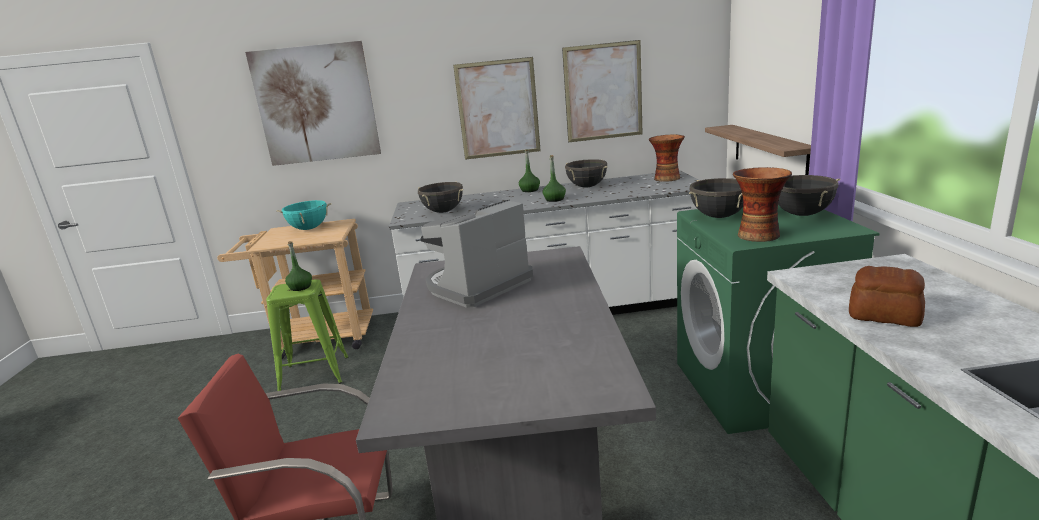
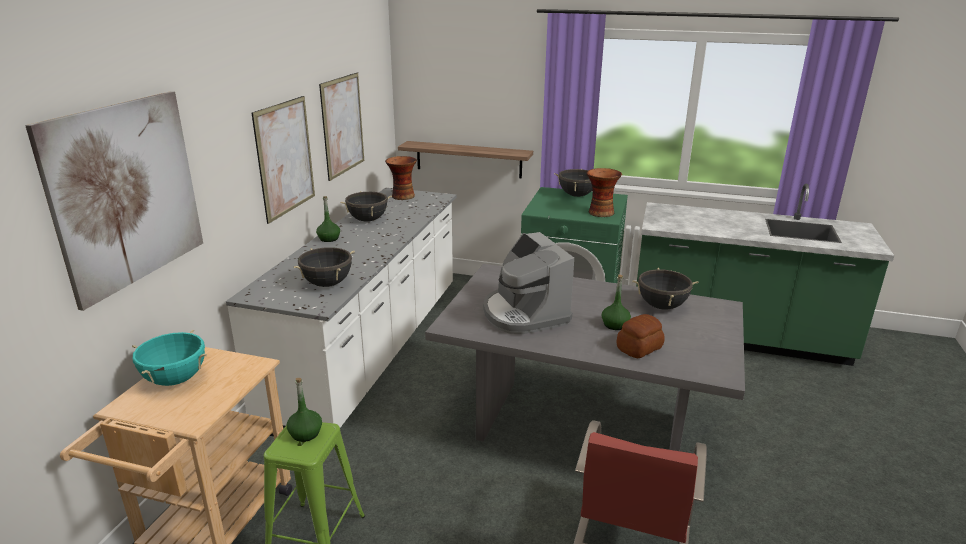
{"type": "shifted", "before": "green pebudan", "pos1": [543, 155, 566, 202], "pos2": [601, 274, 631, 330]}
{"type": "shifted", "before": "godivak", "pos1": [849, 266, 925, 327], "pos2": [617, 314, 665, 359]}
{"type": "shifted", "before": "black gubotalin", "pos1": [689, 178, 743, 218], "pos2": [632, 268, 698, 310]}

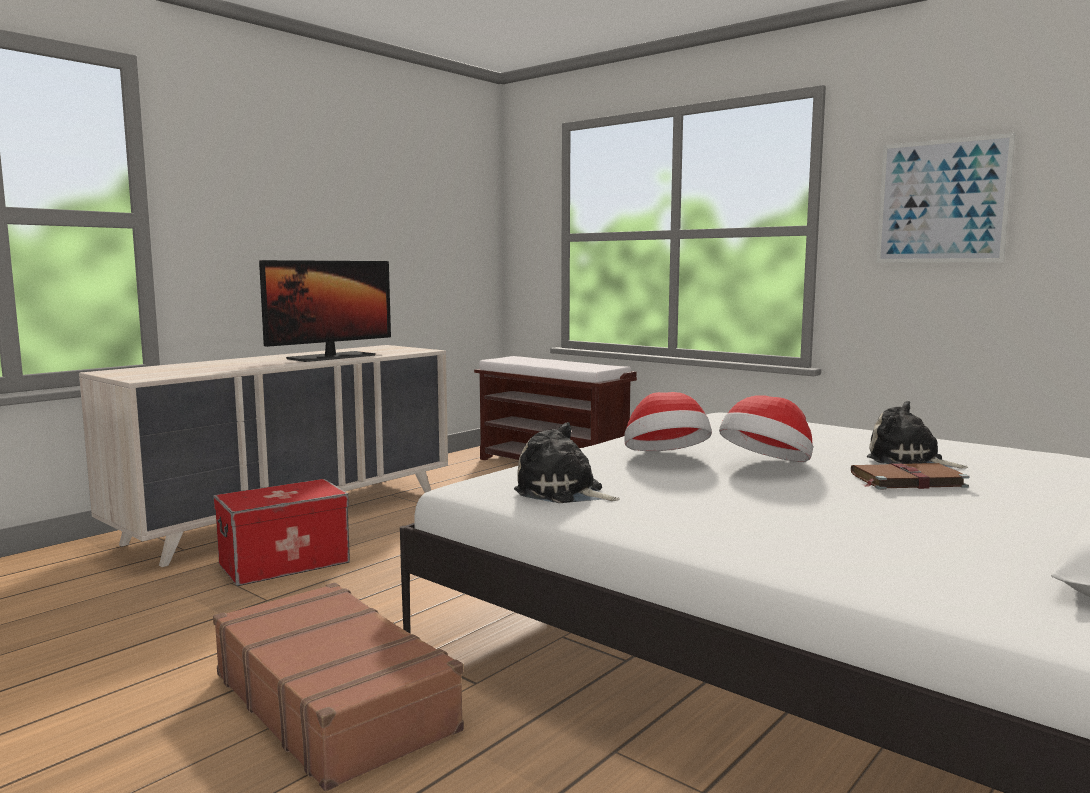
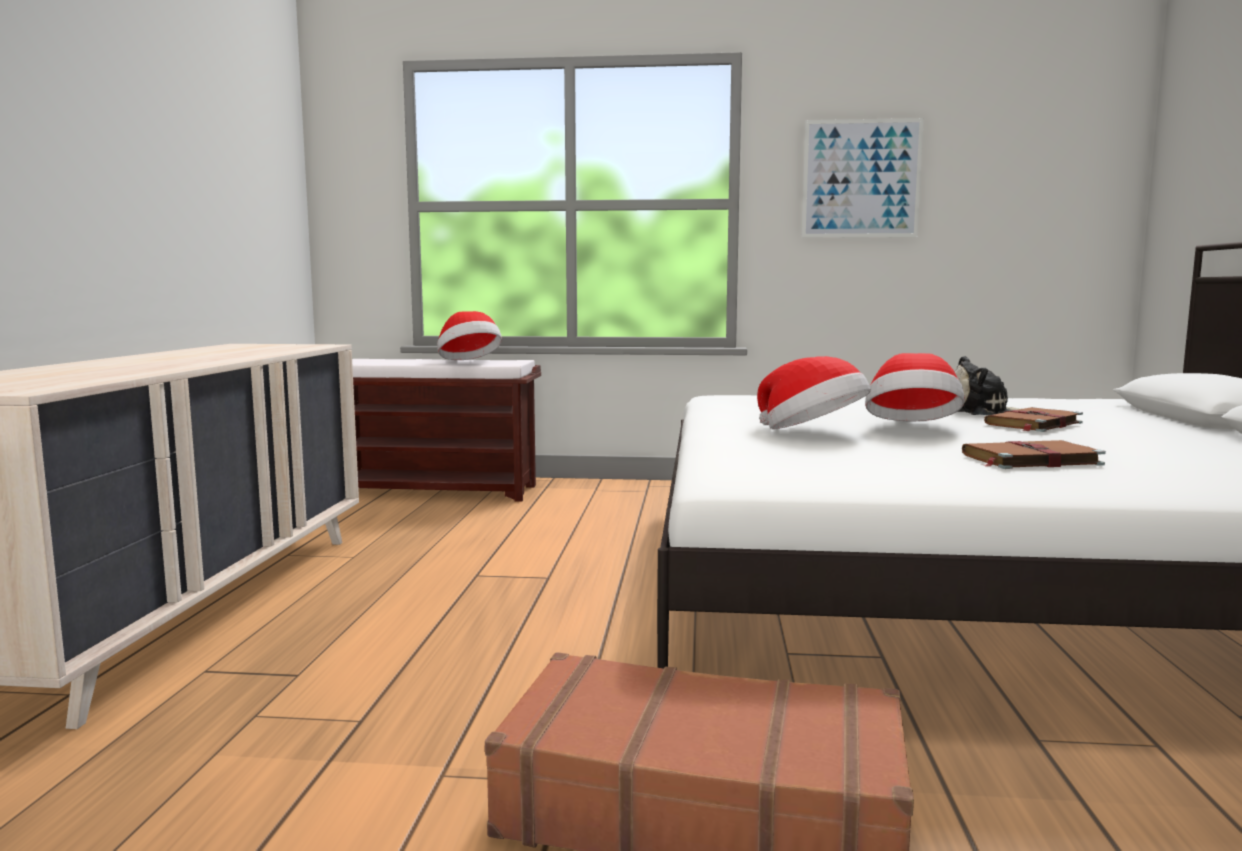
{"type": "new", "after": "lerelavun", "pos2": [437, 311, 502, 360]}
{"type": "new", "after": "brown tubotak", "pos2": [962, 440, 1106, 469]}
{"type": "gone", "before": "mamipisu", "pos1": [214, 479, 350, 586]}
{"type": "gone", "before": "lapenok", "pos1": [259, 260, 391, 362]}
{"type": "gone", "before": "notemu", "pos1": [514, 422, 620, 503]}

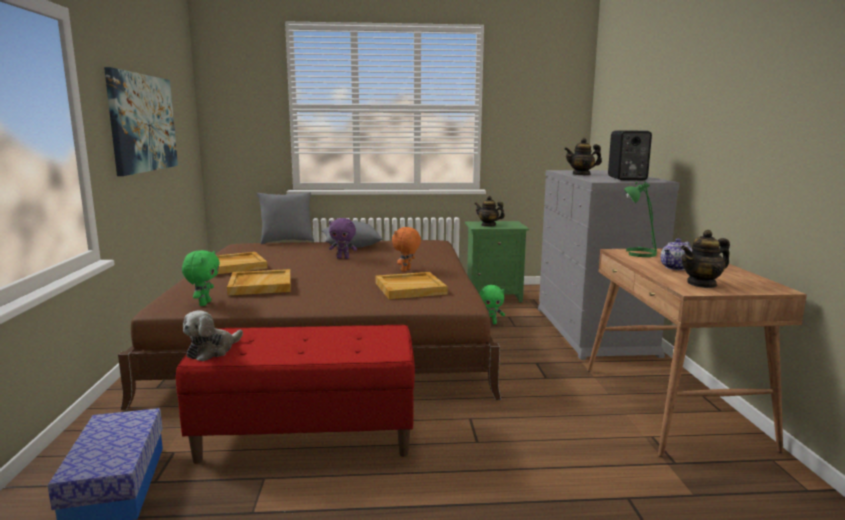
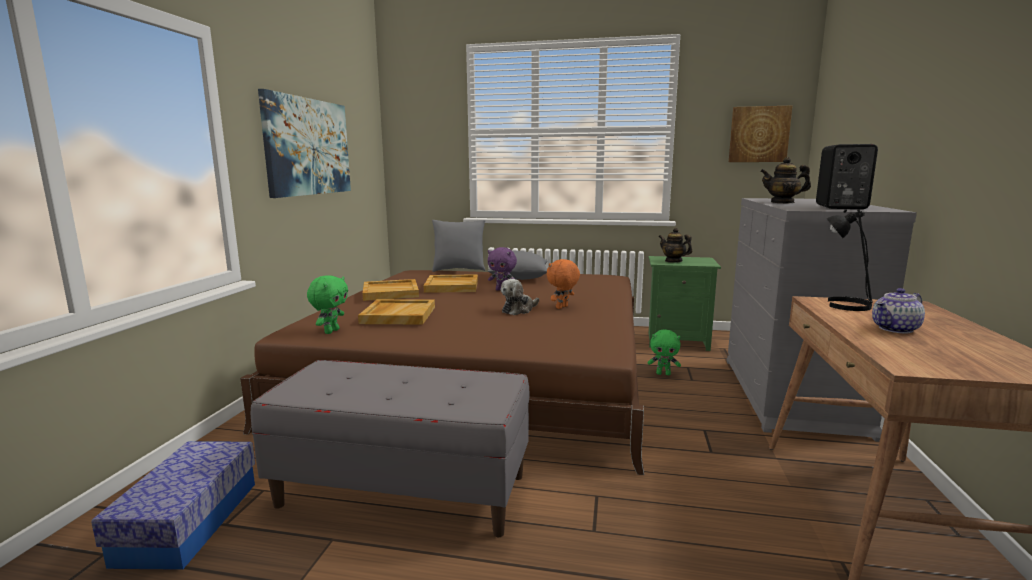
{"type": "repainted", "before": "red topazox", "after": "grey topazox", "pos1": [176, 325, 415, 464], "pos2": [251, 360, 529, 537]}
{"type": "shifted", "before": "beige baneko", "pos1": [376, 272, 448, 299], "pos2": [423, 274, 478, 293]}
{"type": "shifted", "before": "notemu", "pos1": [183, 310, 243, 361], "pos2": [501, 279, 539, 315]}
{"type": "new", "after": "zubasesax", "pos2": [729, 106, 792, 162]}
{"type": "repainted", "before": "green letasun", "after": "black letasun", "pos1": [624, 182, 657, 257], "pos2": [827, 209, 873, 311]}
{"type": "gone", "before": "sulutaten", "pos1": [681, 230, 730, 288]}

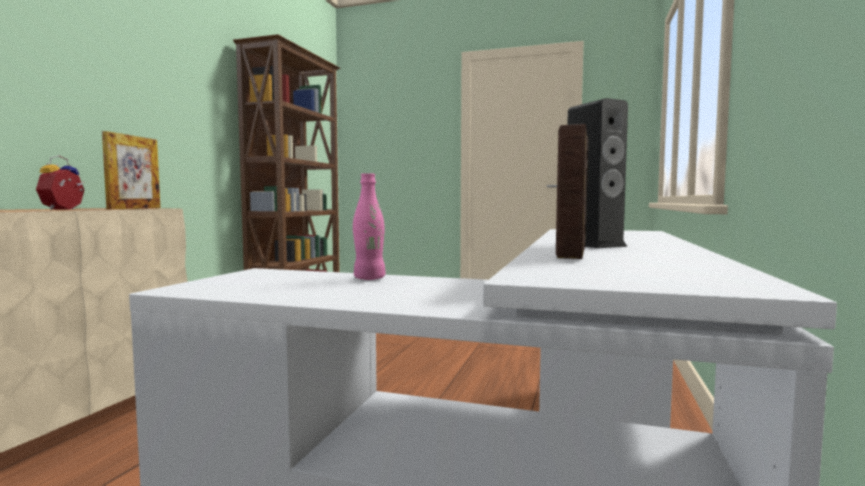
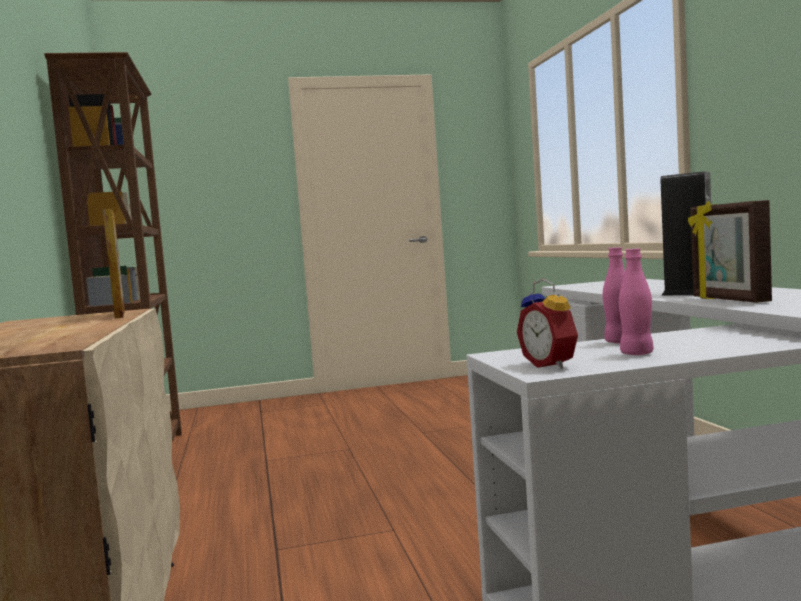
{"type": "shifted", "before": "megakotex", "pos1": [36, 155, 84, 210], "pos2": [517, 279, 578, 369]}
{"type": "new", "after": "pink pebudan", "pos2": [619, 248, 654, 355]}

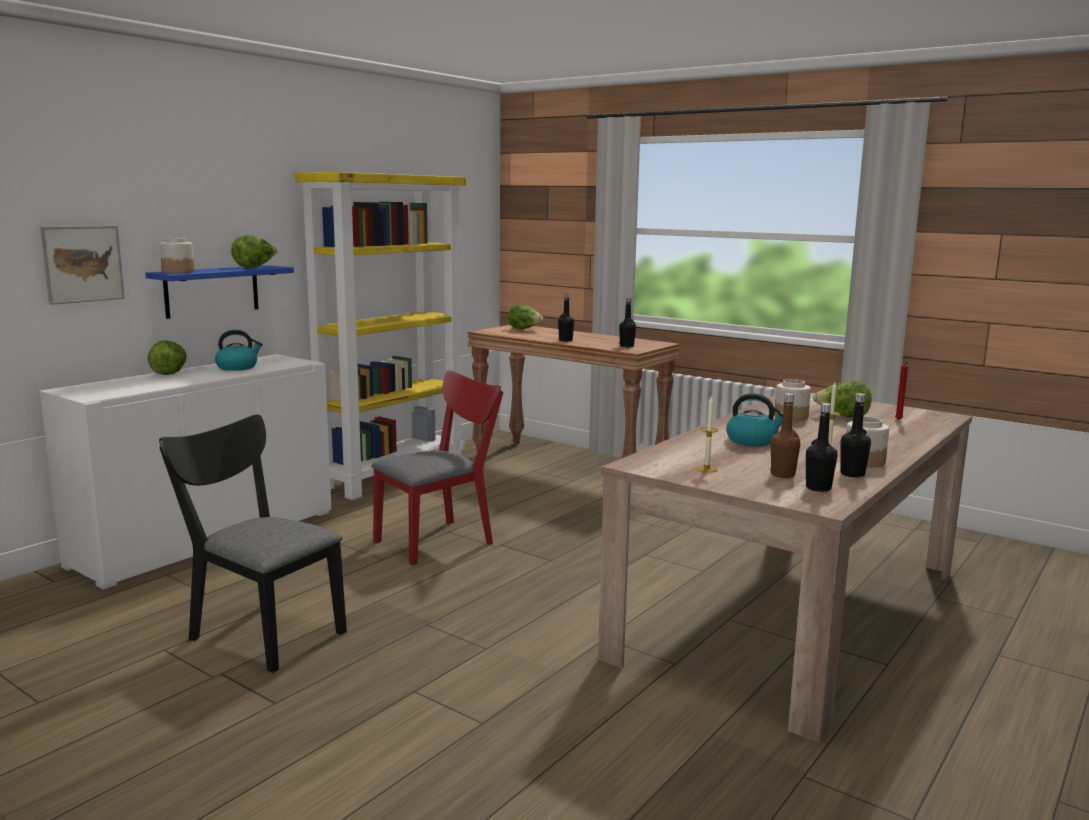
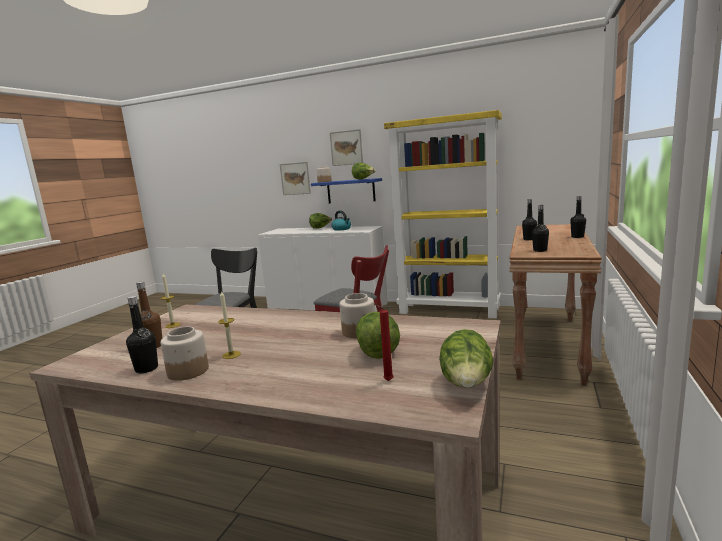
{"type": "new", "after": "zubasesax", "pos2": [330, 129, 363, 166]}
{"type": "shifted", "before": "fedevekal", "pos1": [508, 304, 544, 329], "pos2": [439, 329, 493, 388]}
{"type": "shifted", "before": "black pebudan", "pos1": [806, 403, 837, 492], "pos2": [570, 196, 586, 238]}
{"type": "gone", "before": "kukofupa", "pos1": [726, 393, 783, 446]}

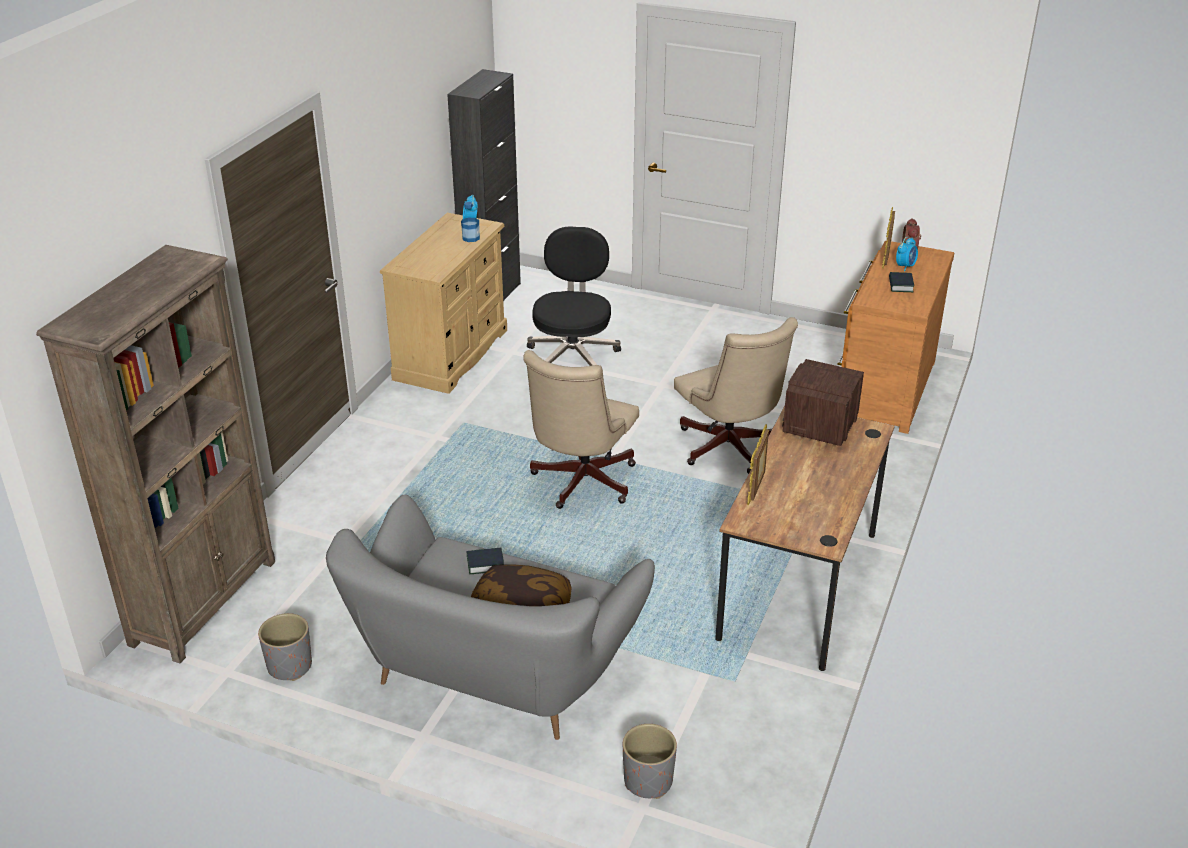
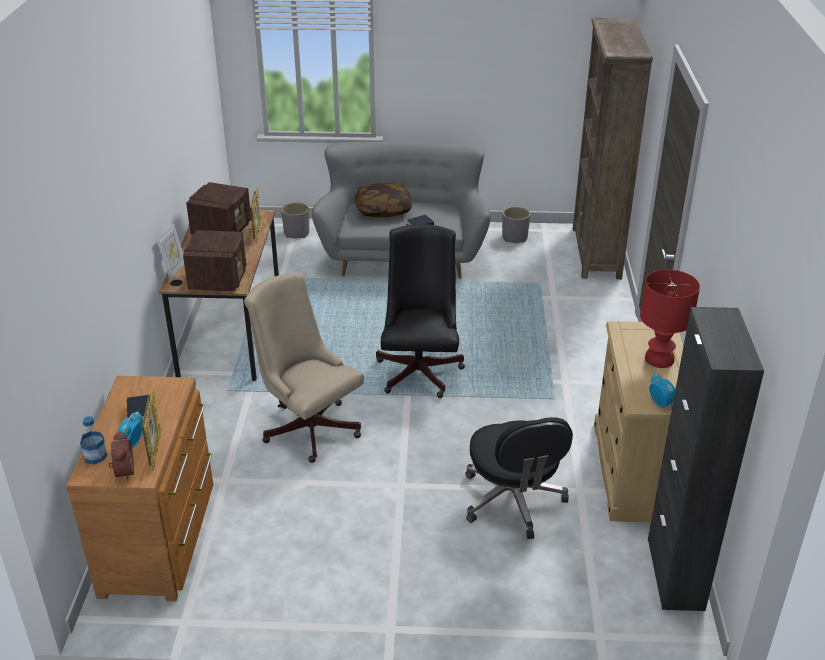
{"type": "shifted", "before": "pebudan", "pos1": [461, 202, 480, 242], "pos2": [80, 416, 107, 464]}
{"type": "new", "after": "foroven", "pos2": [157, 224, 184, 280]}
{"type": "new", "after": "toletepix", "pos2": [186, 182, 251, 235]}
{"type": "repainted", "before": "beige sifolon", "after": "black sifolon", "pos1": [523, 350, 639, 509], "pos2": [376, 224, 465, 398]}
{"type": "new", "after": "red letasun", "pos2": [640, 269, 700, 368]}

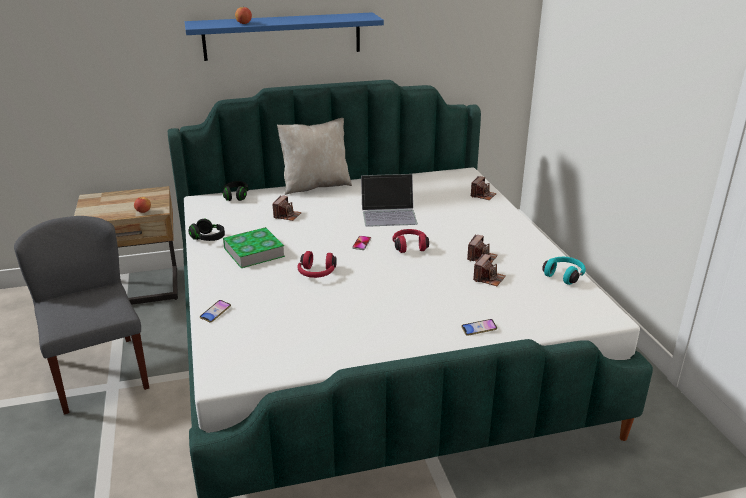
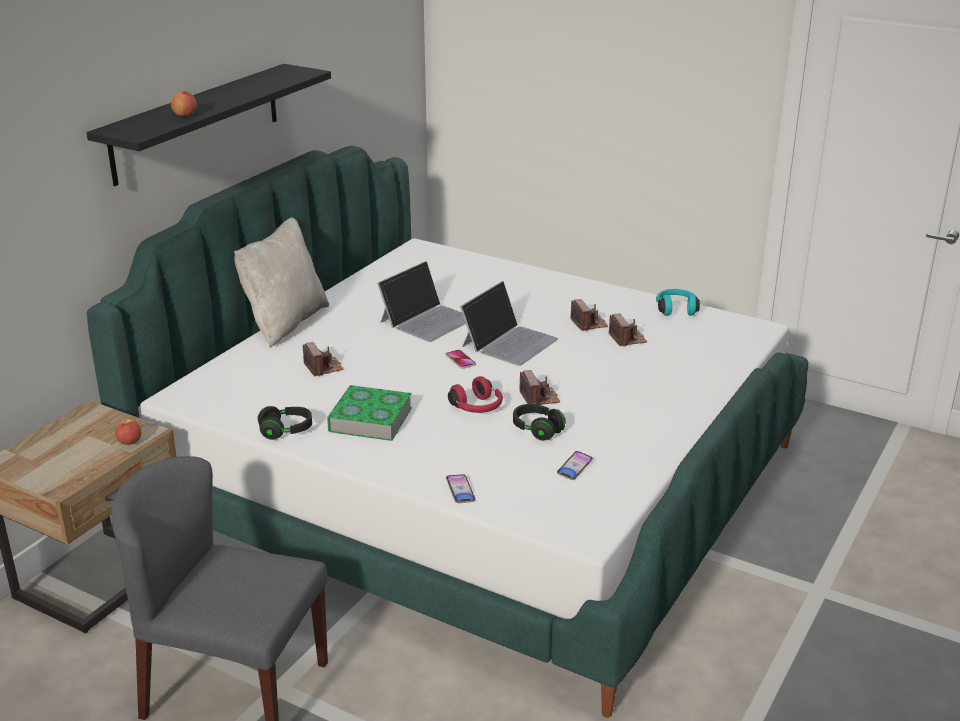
{"type": "repainted", "before": "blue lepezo", "after": "black lepezo", "pos1": [185, 12, 384, 61], "pos2": [86, 64, 331, 186]}
{"type": "swapped", "before": "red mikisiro", "after": "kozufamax", "pos1": [392, 229, 429, 253], "pos2": [460, 281, 558, 366]}
{"type": "shifted", "before": "black mikisiro", "pos1": [223, 181, 249, 201], "pos2": [513, 404, 566, 441]}
{"type": "shifted", "before": "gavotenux", "pos1": [471, 176, 497, 200], "pos2": [519, 370, 560, 405]}
{"type": "shifted", "before": "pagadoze", "pos1": [461, 319, 497, 336], "pos2": [557, 451, 593, 480]}

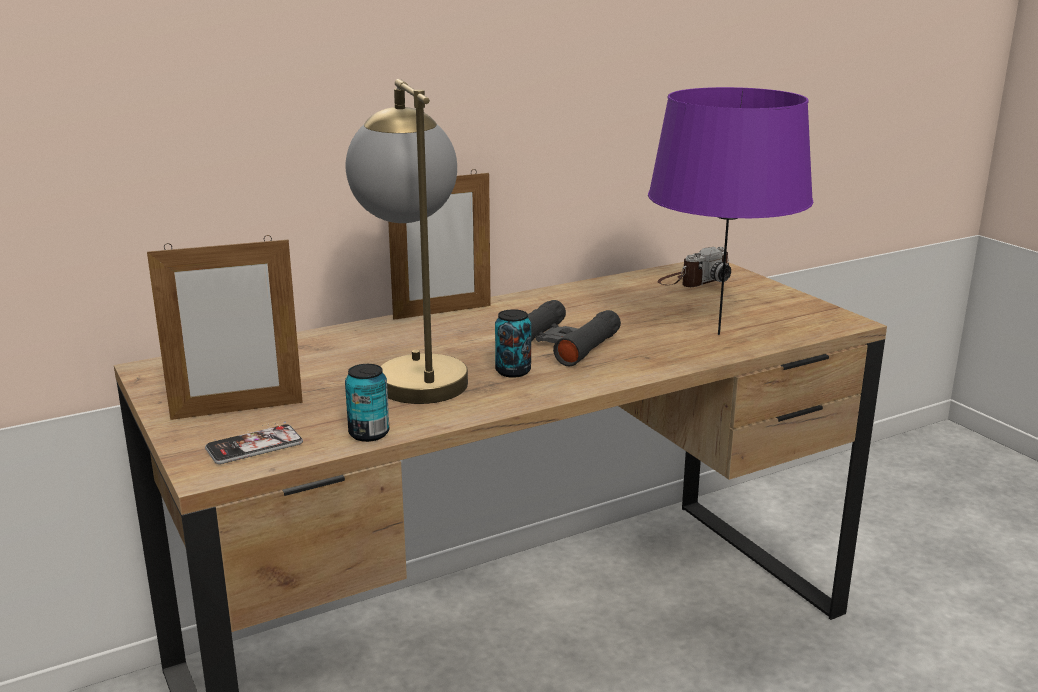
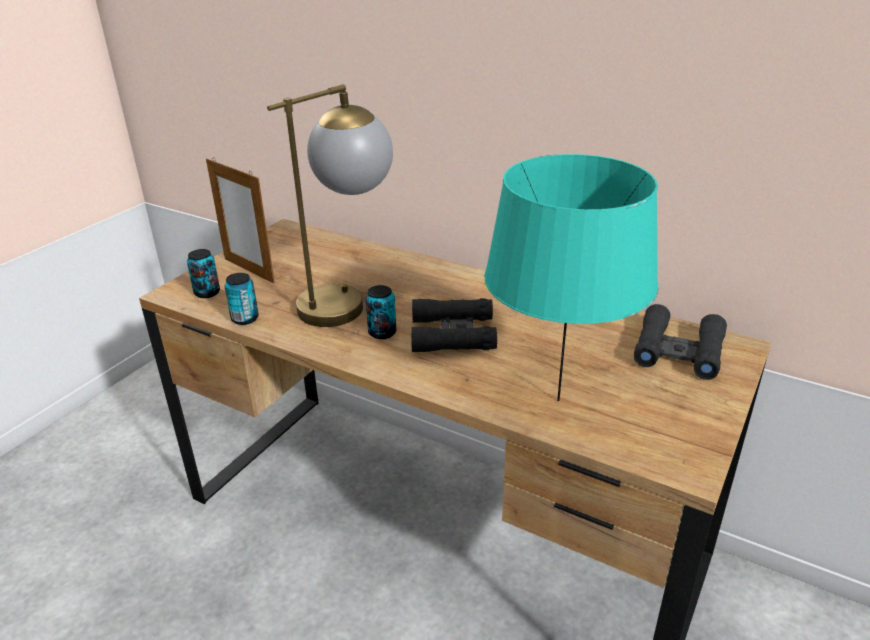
{"type": "swapped", "before": "pagadoze", "after": "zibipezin", "pos1": [205, 422, 303, 464], "pos2": [187, 249, 220, 298]}
{"type": "repainted", "before": "purple letasun", "after": "turquoise letasun", "pos1": [648, 87, 813, 335], "pos2": [484, 154, 659, 401]}
{"type": "swapped", "before": "gavotenux", "after": "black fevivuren", "pos1": [658, 247, 731, 287], "pos2": [634, 304, 727, 380]}
{"type": "gone", "before": "foroven", "pos1": [388, 169, 491, 320]}

